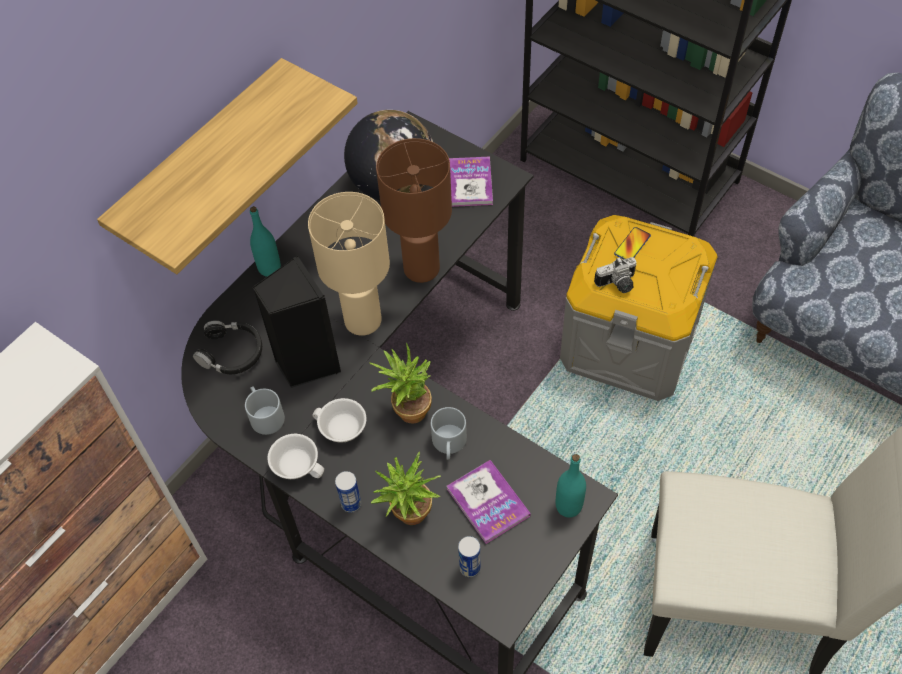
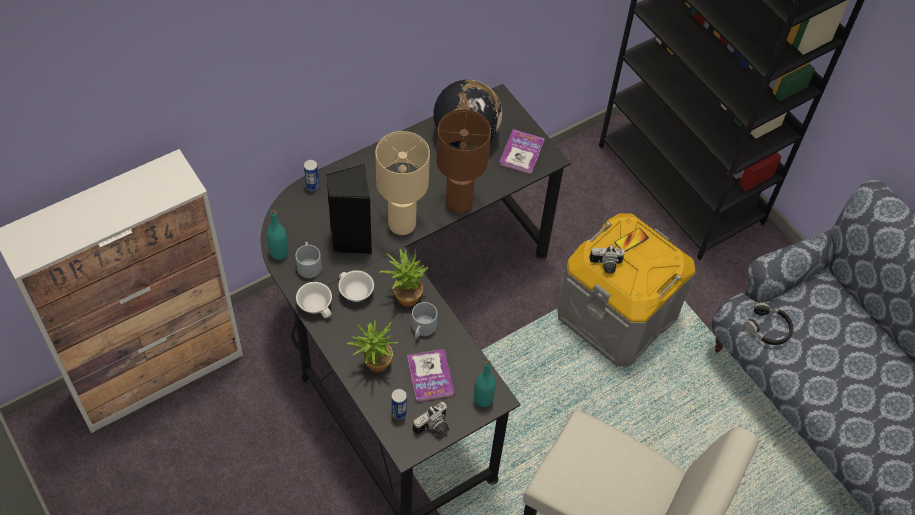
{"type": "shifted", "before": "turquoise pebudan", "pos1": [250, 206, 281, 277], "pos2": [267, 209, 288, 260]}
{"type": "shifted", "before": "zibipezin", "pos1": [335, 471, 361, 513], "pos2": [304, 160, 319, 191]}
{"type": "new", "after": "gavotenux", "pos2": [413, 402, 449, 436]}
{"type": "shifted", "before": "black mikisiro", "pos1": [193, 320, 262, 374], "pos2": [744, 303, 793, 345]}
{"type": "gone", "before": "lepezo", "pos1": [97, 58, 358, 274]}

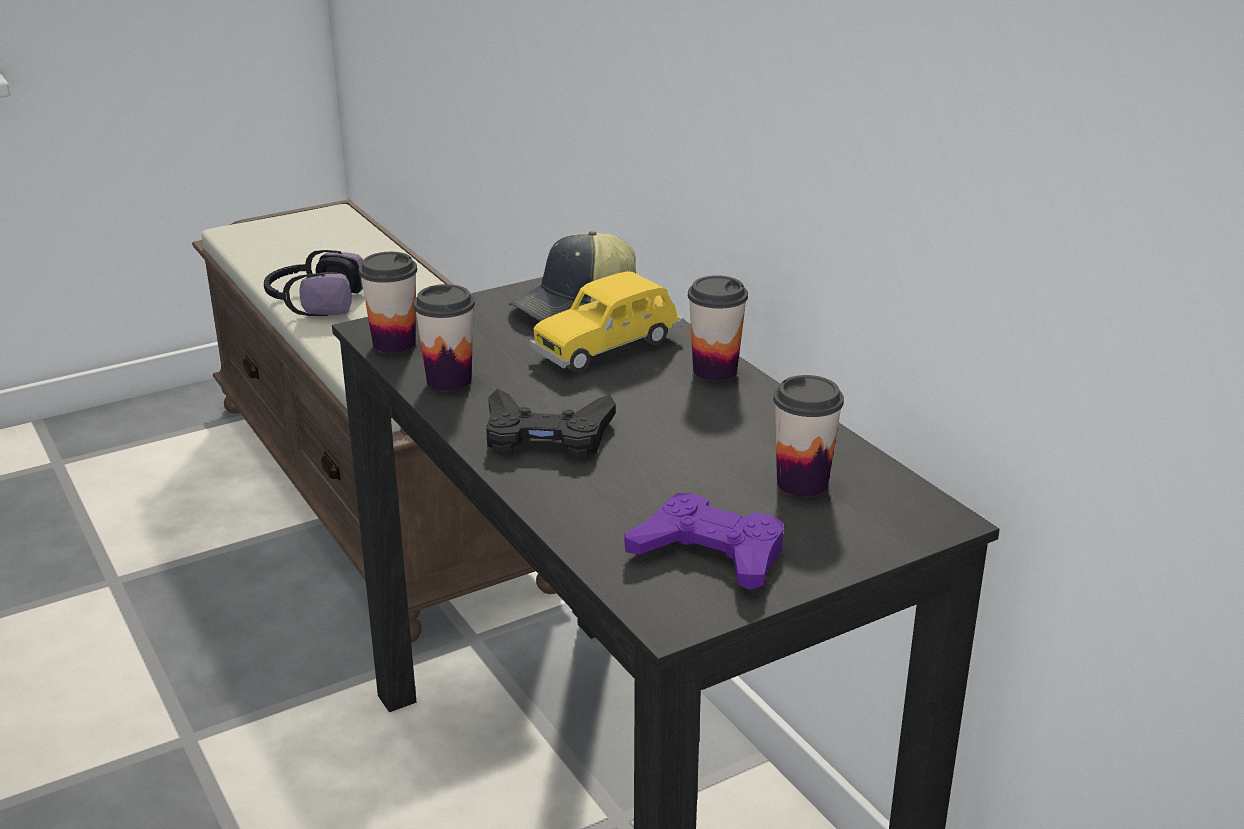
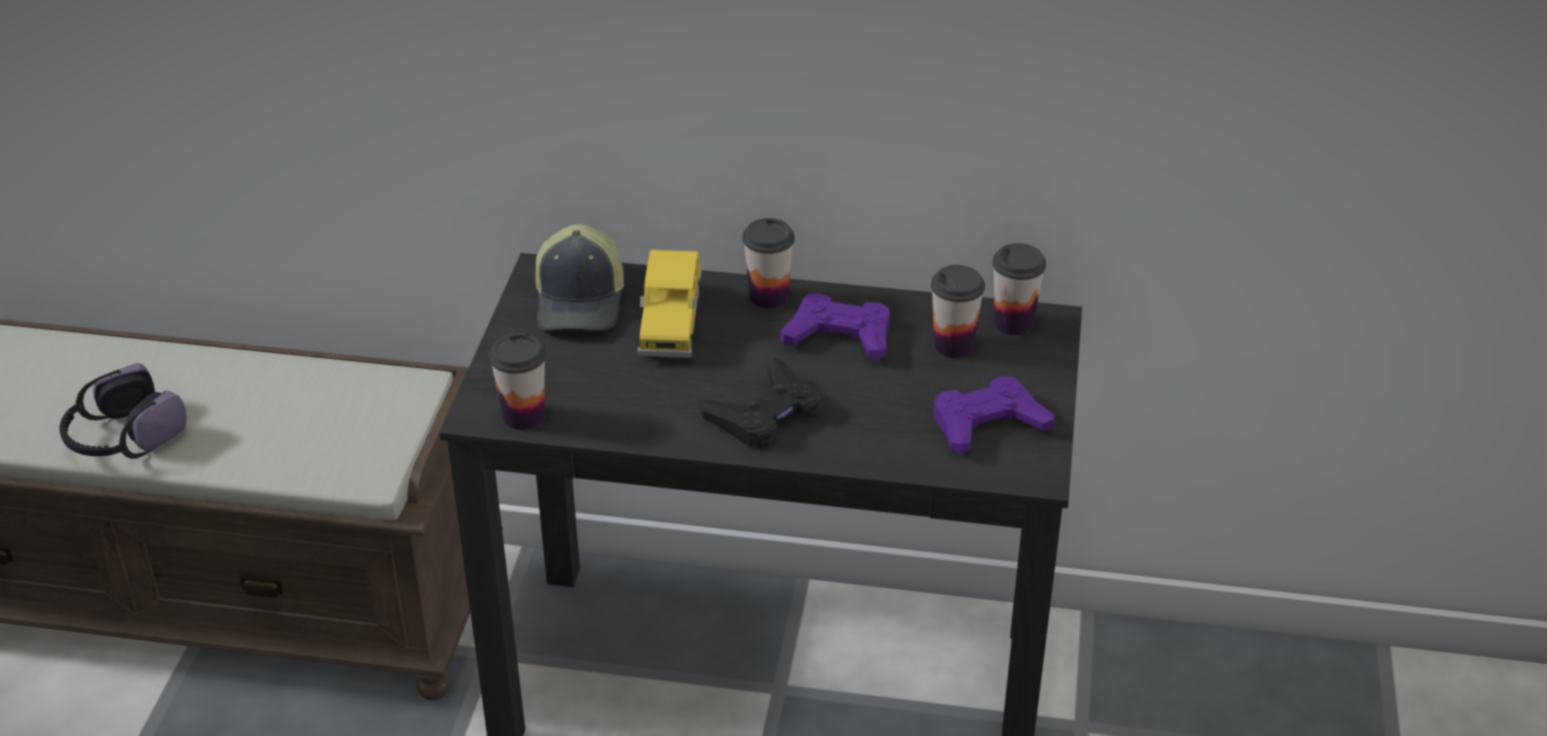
{"type": "new", "after": "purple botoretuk", "pos2": [780, 293, 890, 360]}
{"type": "shifted", "before": "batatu", "pos1": [413, 284, 475, 391], "pos2": [992, 243, 1046, 335]}

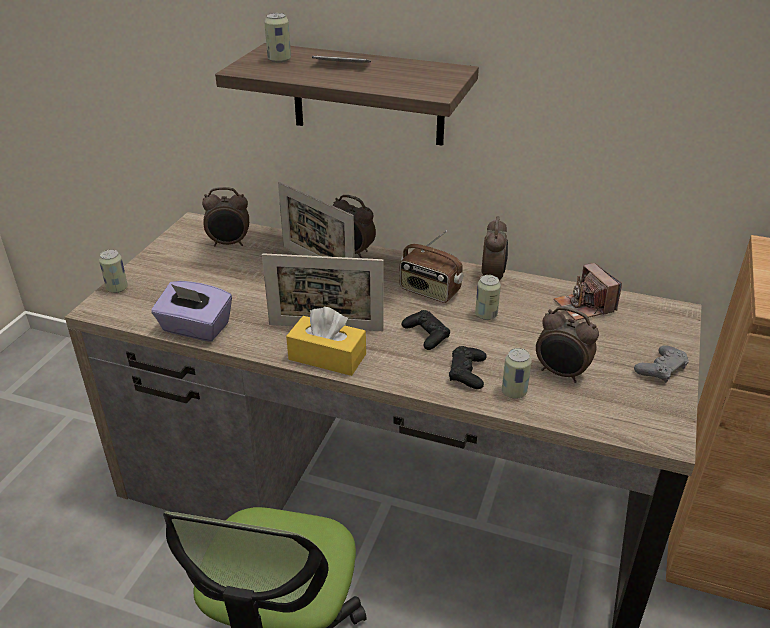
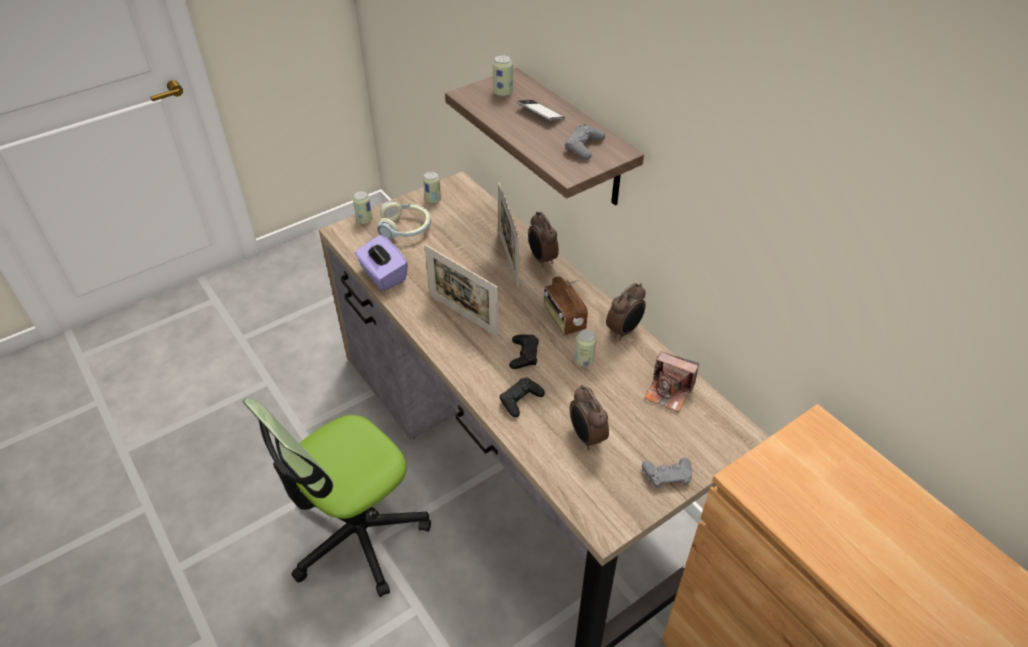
{"type": "new", "after": "mikisiro", "pos2": [377, 201, 431, 239]}
{"type": "shifted", "before": "zibipezin", "pos1": [502, 348, 532, 399], "pos2": [423, 172, 441, 204]}
{"type": "new", "after": "grey botoretuk", "pos2": [565, 124, 605, 160]}
{"type": "rotated", "before": "gavotenux", "pos1": [554, 263, 622, 321], "pos2": [644, 352, 699, 412], "turn": -75}
{"type": "gone", "before": "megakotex", "pos1": [202, 187, 249, 247]}
{"type": "gone", "before": "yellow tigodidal", "pos1": [286, 307, 366, 376]}

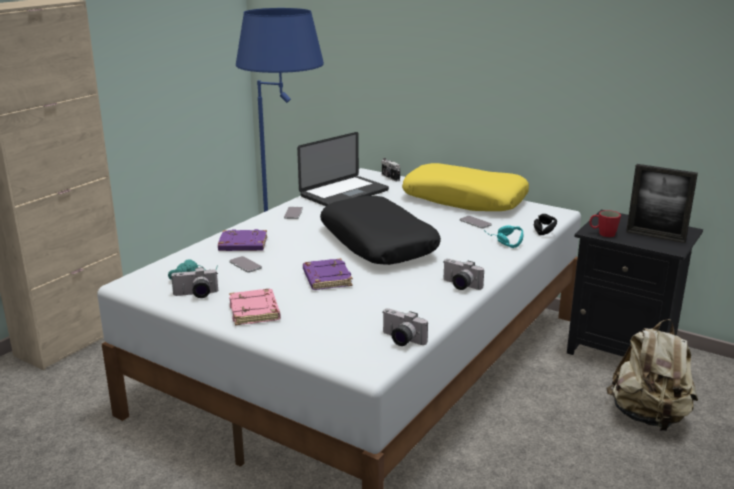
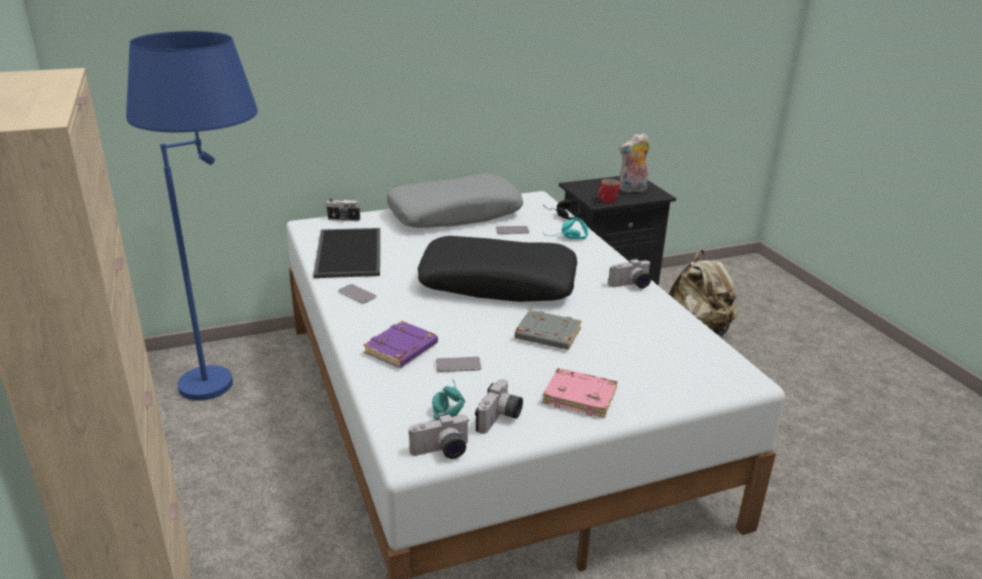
{"type": "swapped", "before": "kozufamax", "after": "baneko", "pos1": [297, 132, 389, 206], "pos2": [313, 228, 380, 278]}
{"type": "repainted", "before": "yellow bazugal", "after": "grey bazugal", "pos1": [402, 163, 529, 211], "pos2": [387, 173, 523, 228]}
{"type": "shifted", "before": "gavotenux", "pos1": [383, 308, 428, 346], "pos2": [409, 413, 470, 459]}
{"type": "repainted", "before": "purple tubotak", "after": "grey tubotak", "pos1": [303, 258, 353, 290], "pos2": [515, 310, 582, 350]}
{"type": "swapped", "before": "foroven", "after": "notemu", "pos1": [626, 164, 698, 243], "pos2": [619, 133, 650, 193]}

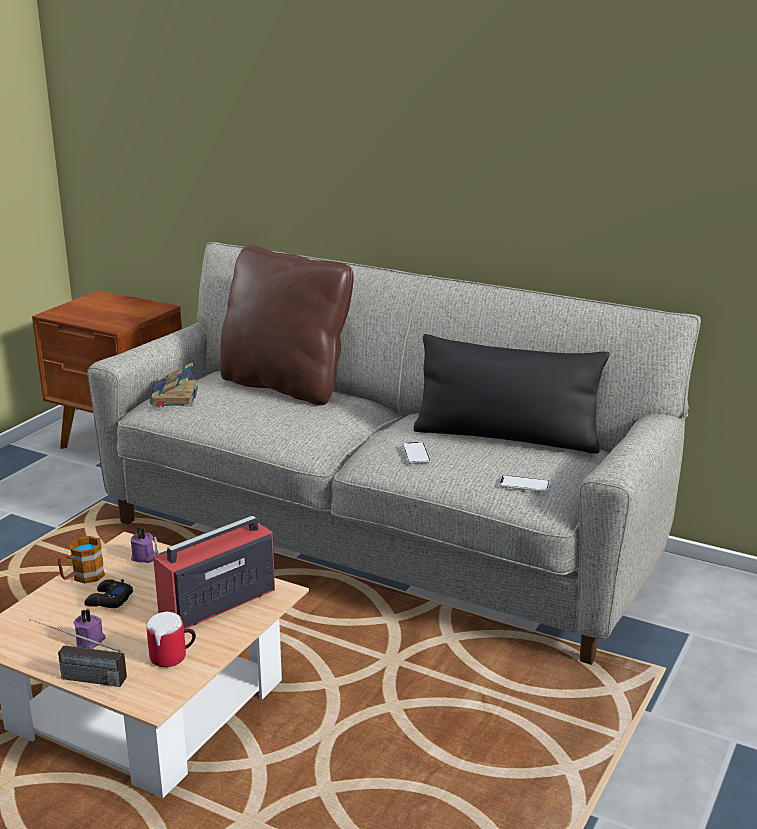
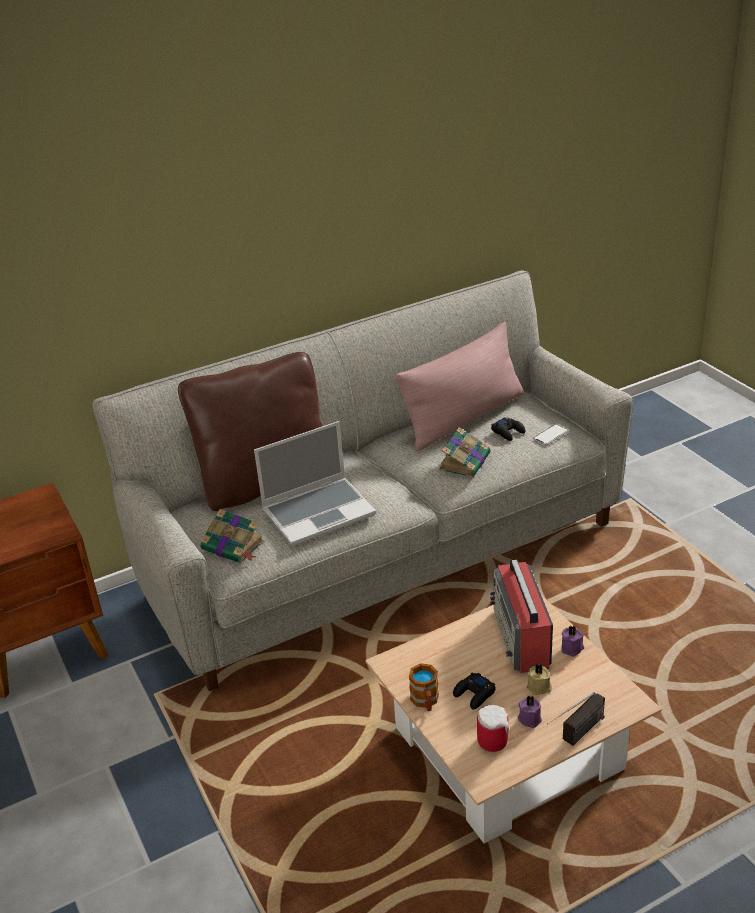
{"type": "new", "after": "kozufamax", "pos2": [254, 421, 376, 546]}
{"type": "repainted", "before": "black bazugal", "after": "pink bazugal", "pos1": [414, 334, 609, 454], "pos2": [395, 322, 524, 451]}
{"type": "swapped", "before": "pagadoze", "after": "tubotak", "pos1": [402, 442, 431, 464], "pos2": [439, 428, 491, 477]}
{"type": "shifted", "before": "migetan", "pos1": [146, 612, 196, 667], "pos2": [477, 705, 509, 752]}
{"type": "new", "after": "black botoretuk", "pos2": [491, 418, 525, 441]}
{"type": "new", "after": "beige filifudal", "pos2": [527, 663, 552, 695]}
{"type": "shifted", "before": "purple filifudal", "pos1": [131, 527, 155, 563], "pos2": [561, 626, 584, 657]}

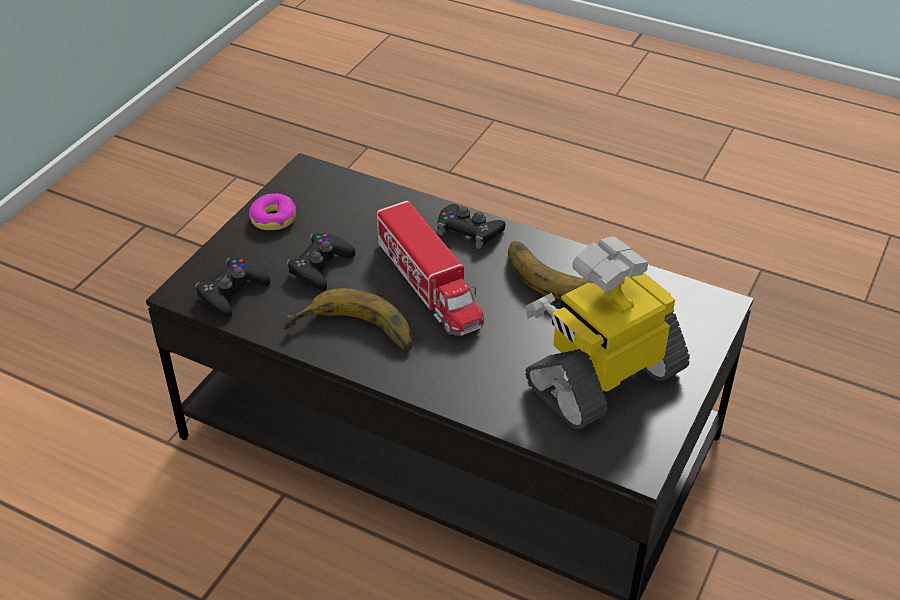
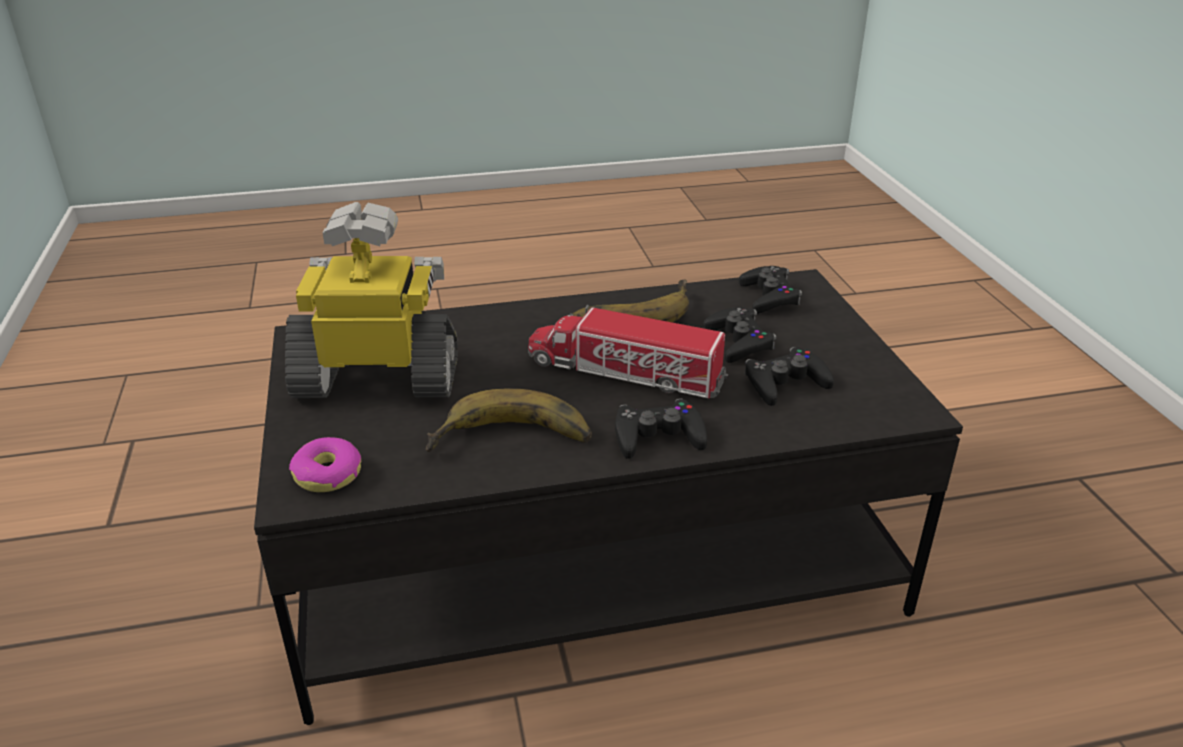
{"type": "rotated", "before": "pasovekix", "pos1": [525, 236, 690, 429], "pos2": [285, 202, 458, 398], "turn": -105}
{"type": "shifted", "before": "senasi", "pos1": [249, 194, 296, 230], "pos2": [289, 437, 361, 492]}
{"type": "new", "after": "black botoretuk", "pos2": [745, 347, 834, 406]}

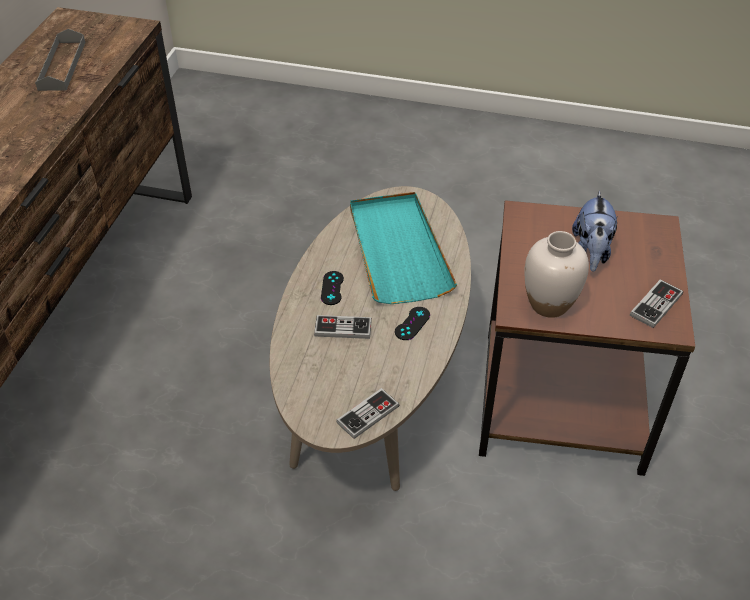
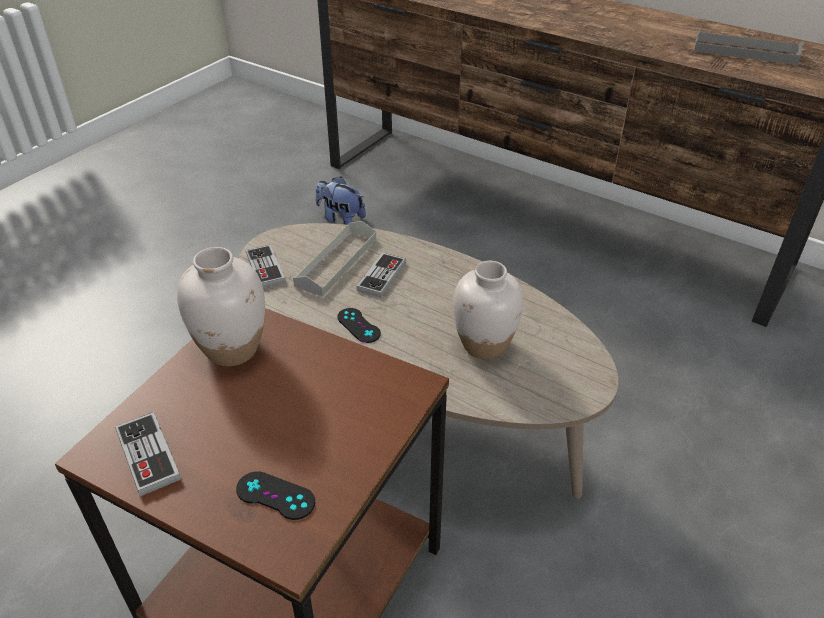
{"type": "shifted", "before": "black botoretuk", "pos1": [321, 271, 344, 305], "pos2": [236, 471, 315, 520]}
{"type": "new", "after": "grey baneko", "pos2": [293, 221, 376, 297]}
{"type": "shifted", "before": "notemu", "pos1": [572, 191, 618, 272], "pos2": [316, 176, 366, 225]}
{"type": "swapped", "before": "turquoise baneko", "after": "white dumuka", "pos1": [350, 192, 457, 304], "pos2": [453, 261, 523, 359]}

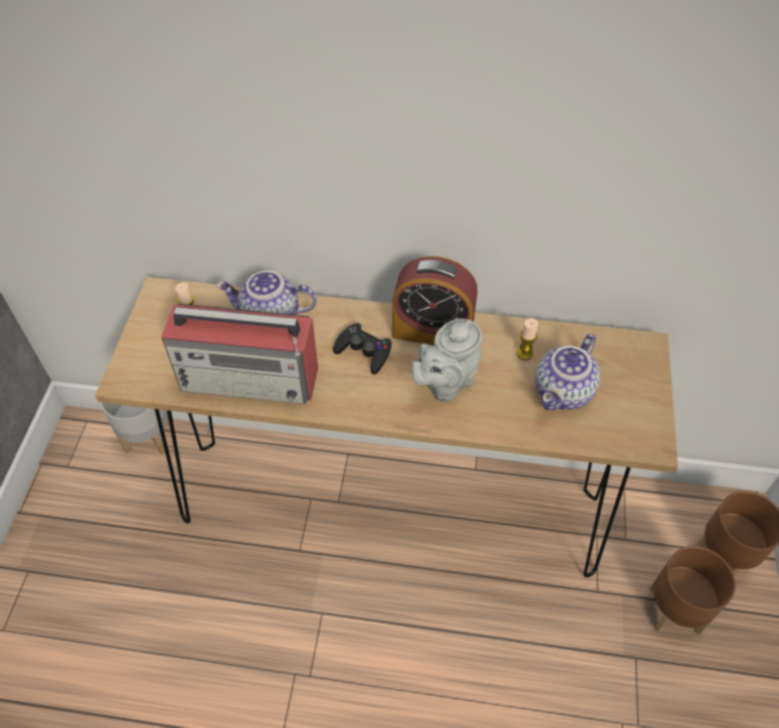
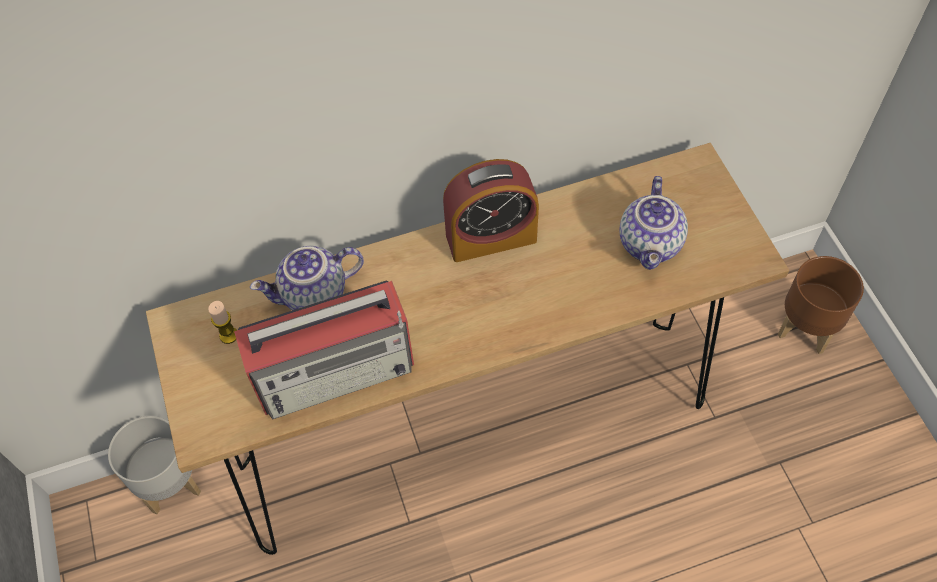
{"type": "gone", "before": "black botoretuk", "pos1": [333, 322, 392, 375]}
{"type": "gone", "before": "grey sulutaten", "pos1": [412, 318, 483, 402]}
{"type": "gone", "before": "filifudal", "pos1": [517, 318, 538, 360]}
{"type": "gone", "before": "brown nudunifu", "pos1": [649, 546, 736, 635]}

